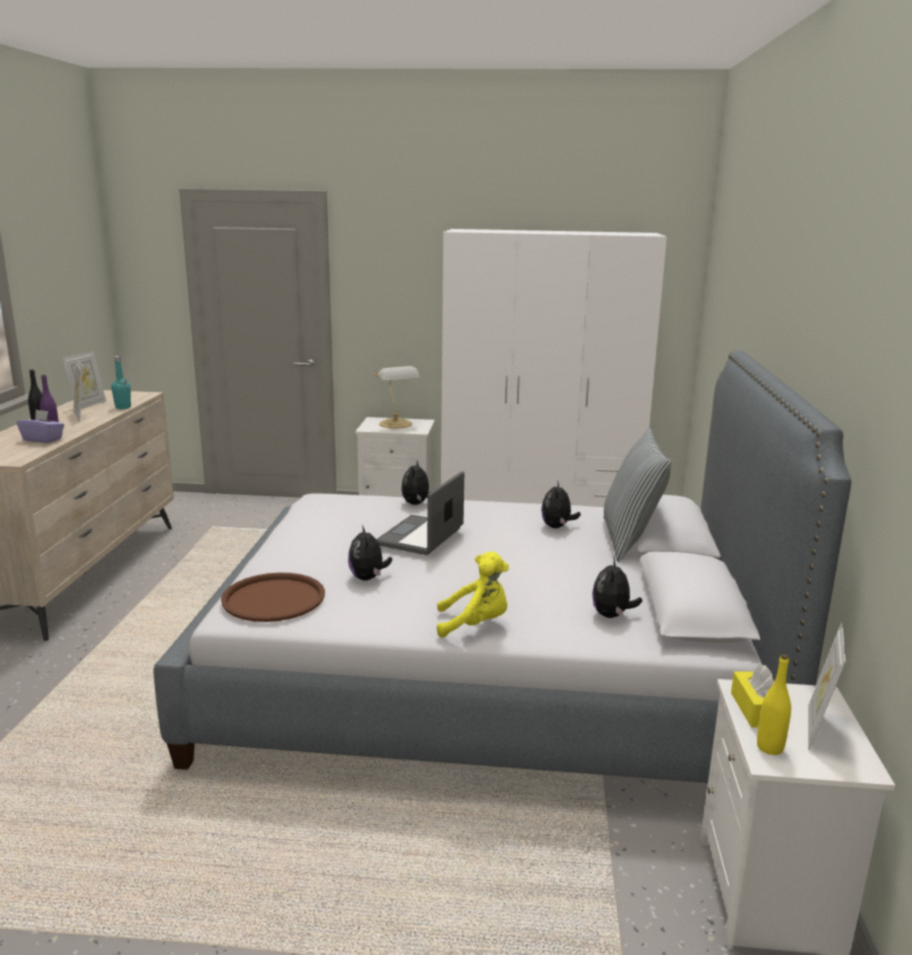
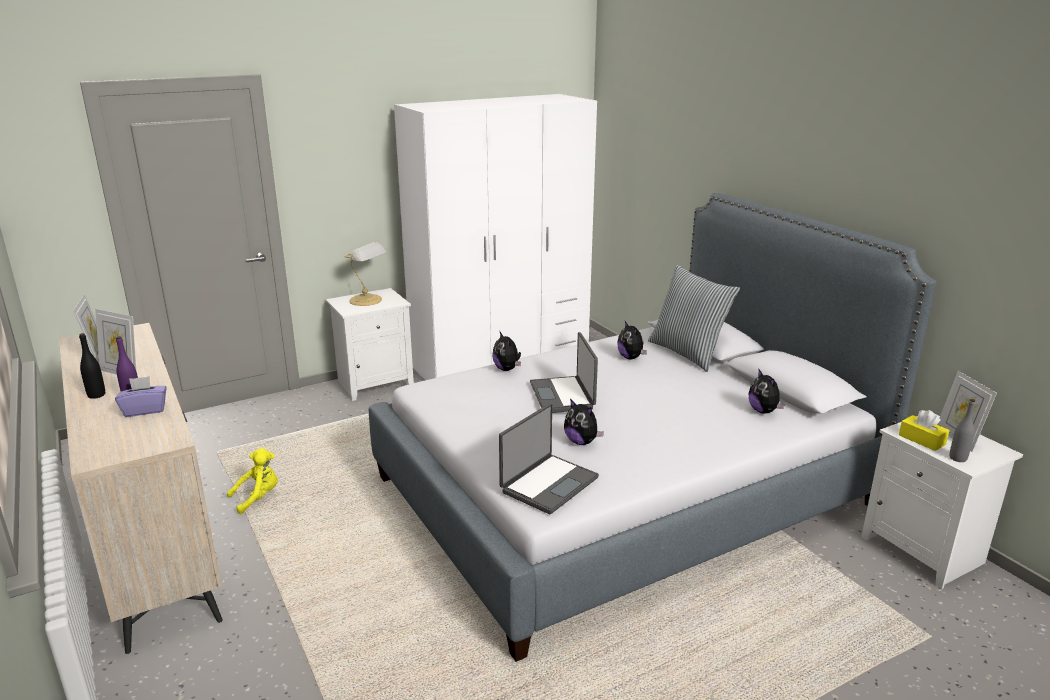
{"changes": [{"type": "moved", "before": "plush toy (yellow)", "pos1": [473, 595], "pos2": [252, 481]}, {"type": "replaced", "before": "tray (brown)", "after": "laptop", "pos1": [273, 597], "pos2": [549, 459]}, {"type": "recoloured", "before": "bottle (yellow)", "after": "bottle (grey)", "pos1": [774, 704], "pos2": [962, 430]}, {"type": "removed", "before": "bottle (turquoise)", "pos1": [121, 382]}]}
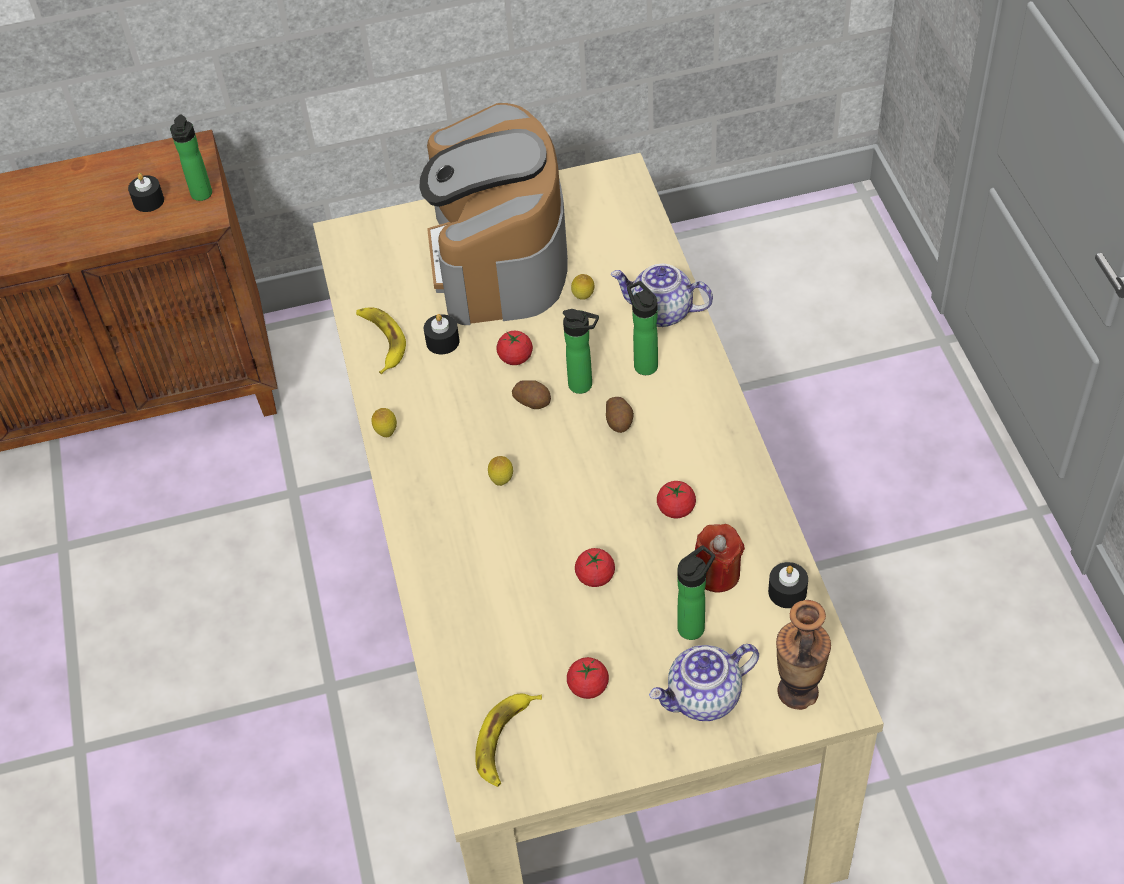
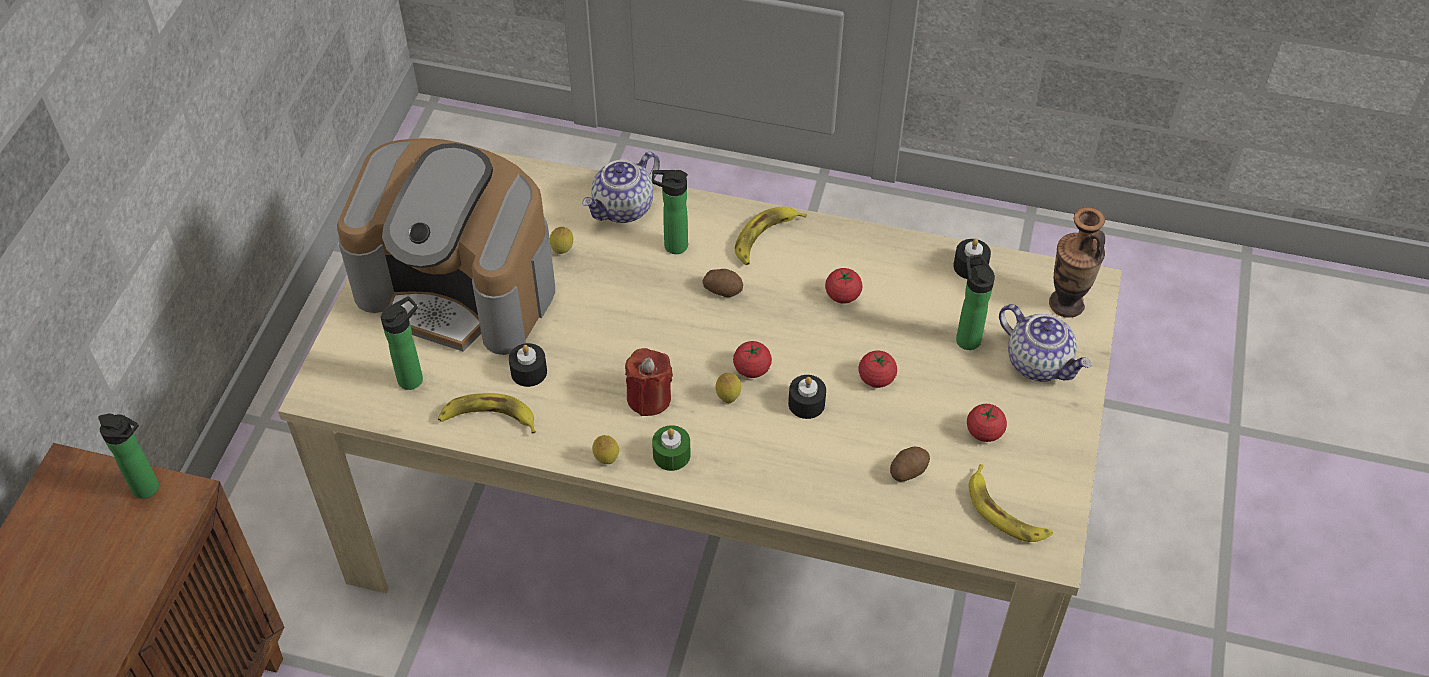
{"changes": [{"type": "moved", "before": "bottle", "pos1": [581, 351], "pos2": [401, 343]}, {"type": "moved", "before": "candle (red)", "pos1": [720, 558], "pos2": [649, 382]}, {"type": "added", "after": "candle (green)", "pos2": [671, 448]}, {"type": "moved", "before": "tomato", "pos1": [515, 348], "pos2": [752, 359]}, {"type": "added", "after": "banana", "pos2": [771, 236]}, {"type": "moved", "before": "candle (black)", "pos1": [146, 192], "pos2": [807, 397]}, {"type": "moved", "before": "potato", "pos1": [531, 394], "pos2": [910, 464]}, {"type": "turned", "before": "teapot", "pos1": [704, 682], "pos2": [1045, 342], "turn": -45}]}
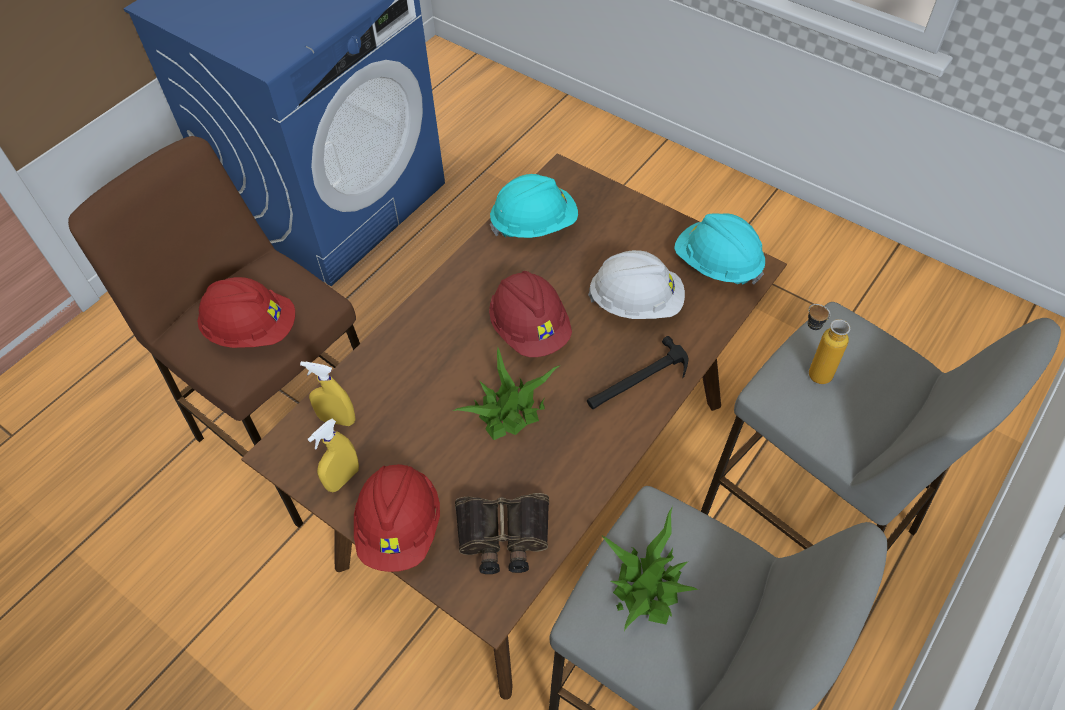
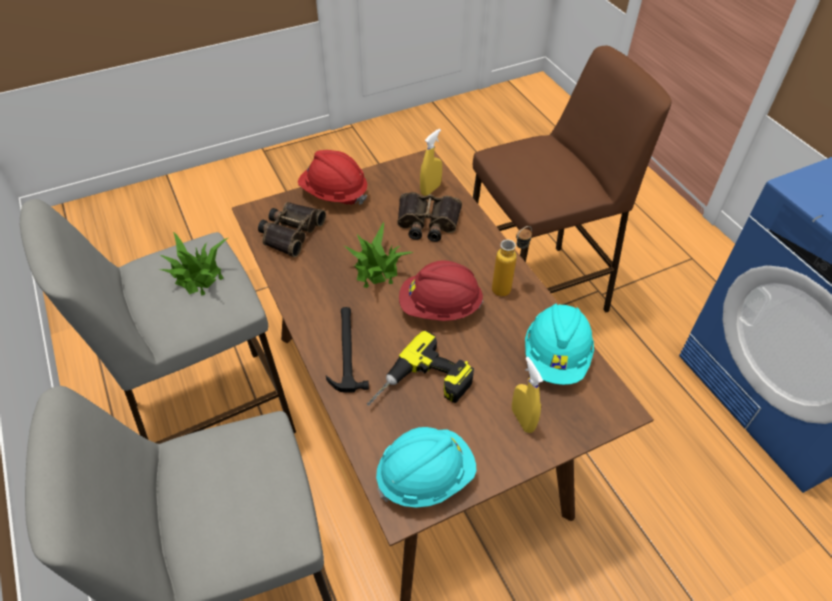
{"changes": [{"type": "replaced", "before": "hard hat (white)", "after": "power drill", "pos1": [636, 284], "pos2": [420, 368]}, {"type": "added", "after": "binoculars", "pos2": [429, 217]}, {"type": "moved", "before": "bottle", "pos1": [828, 344], "pos2": [512, 261]}, {"type": "moved", "before": "spray bottle (yellow)", "pos1": [333, 455], "pos2": [527, 395]}, {"type": "removed", "before": "hard hat (red)", "pos1": [246, 312]}]}
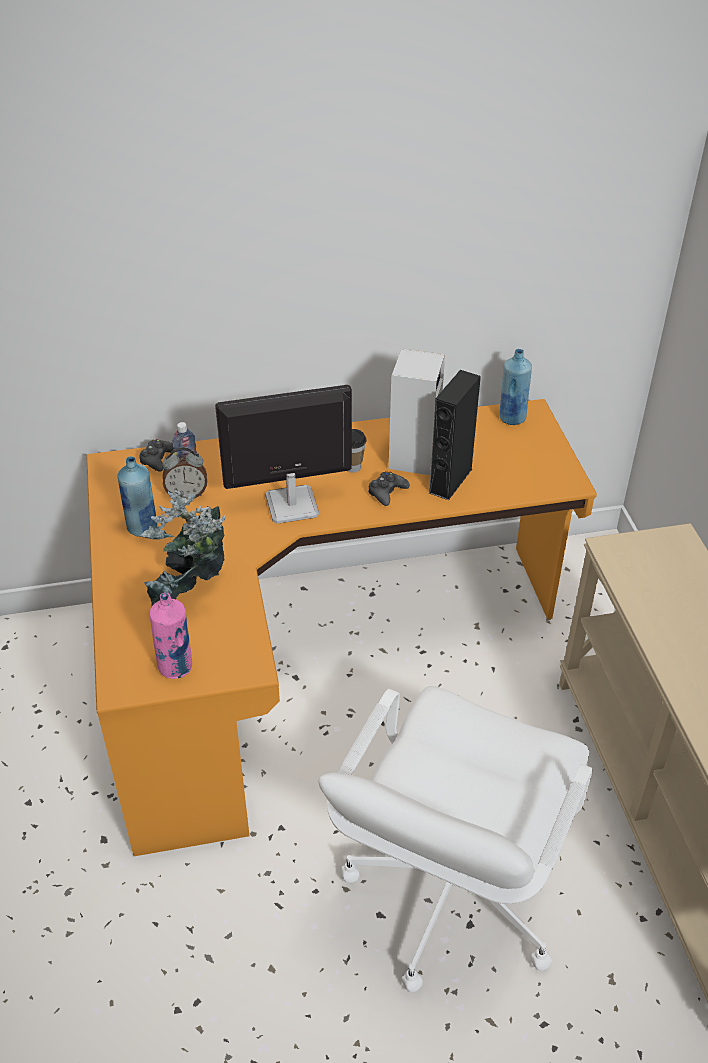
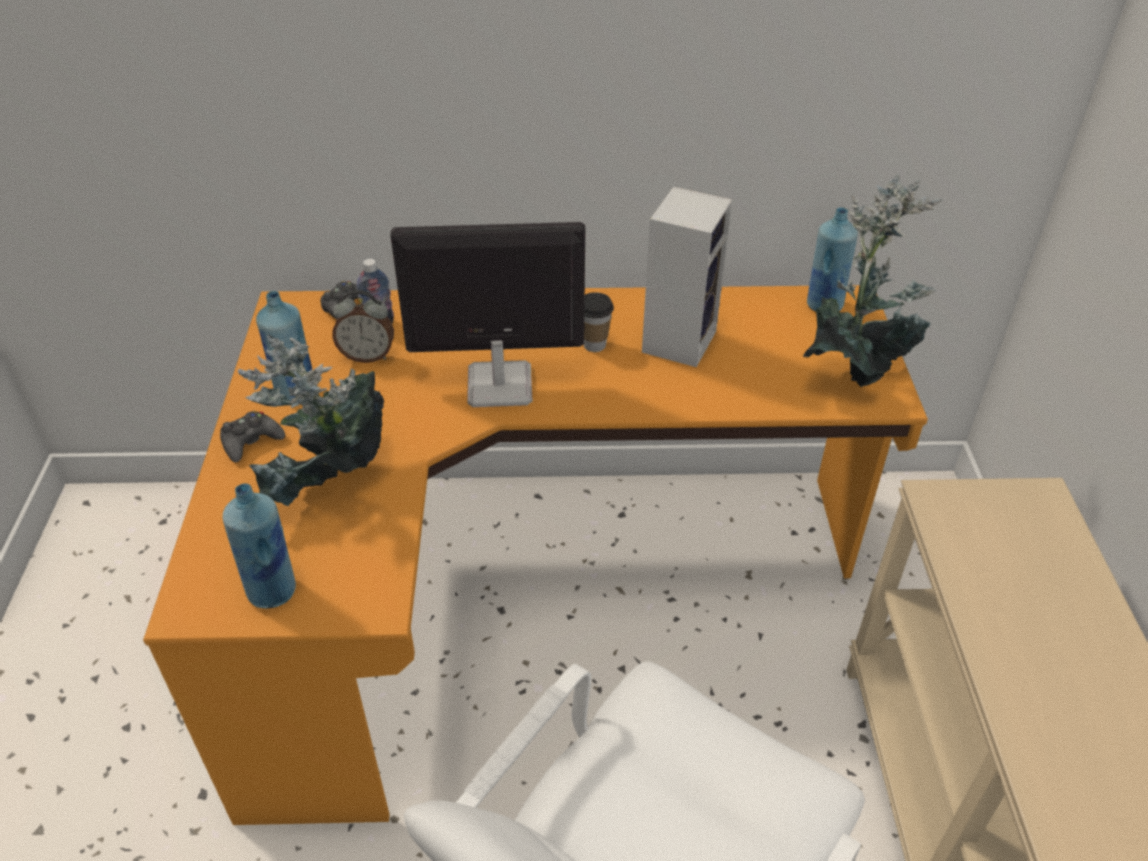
{"changes": [{"type": "moved", "before": "game controller (black)", "pos1": [389, 488], "pos2": [252, 437]}, {"type": "recoloured", "before": "bottle (pink)", "after": "bottle (blue)", "pos1": [170, 635], "pos2": [259, 546]}, {"type": "added", "after": "potted plant", "pos2": [873, 280]}, {"type": "removed", "before": "speaker (black)", "pos1": [455, 435]}]}
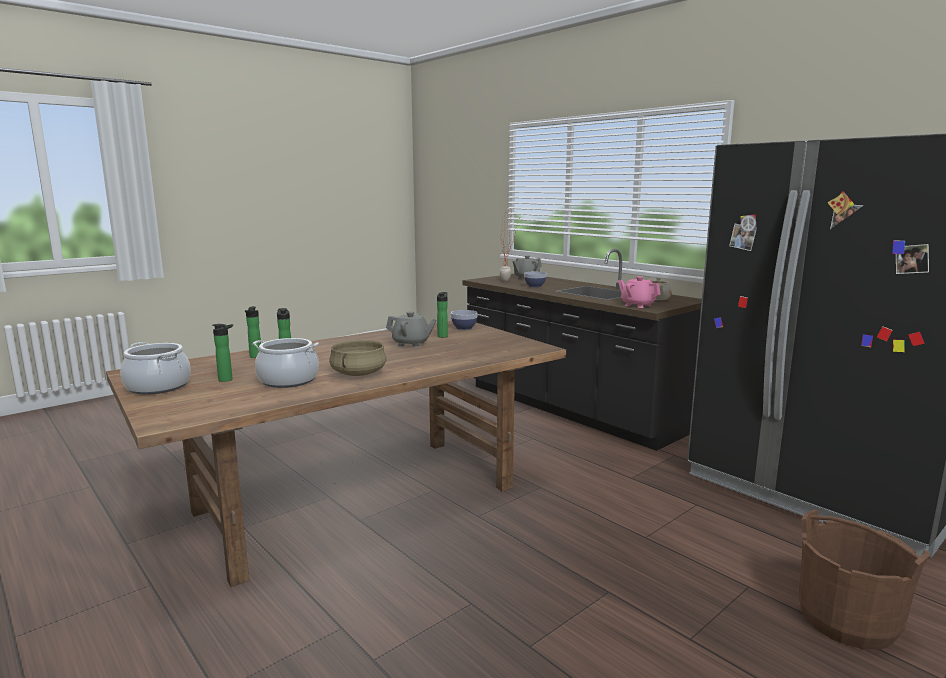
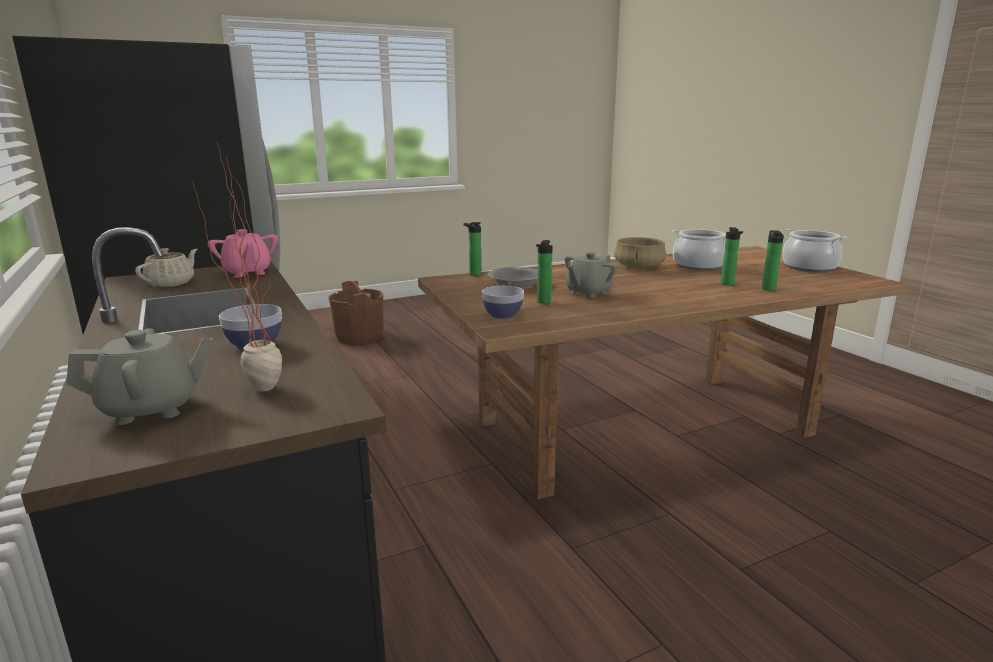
{"changes": [{"type": "moved", "before": "bottle", "pos1": [222, 353], "pos2": [473, 249]}, {"type": "added", "after": "bowl (grey)", "pos2": [513, 277]}, {"type": "turned", "before": "teapot (grey)", "pos1": [411, 330], "pos2": [591, 275], "turn": -75}]}
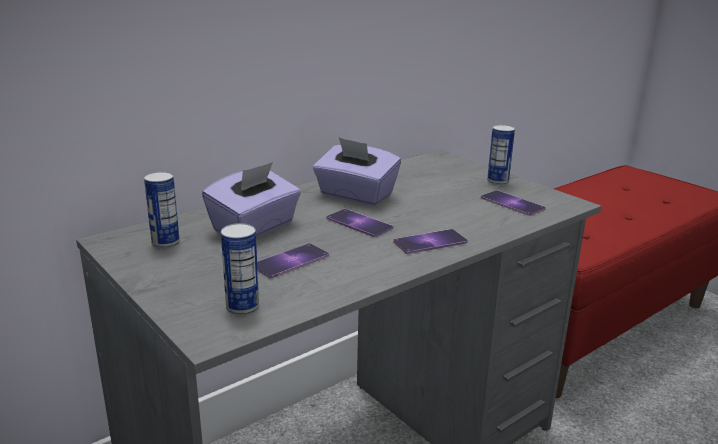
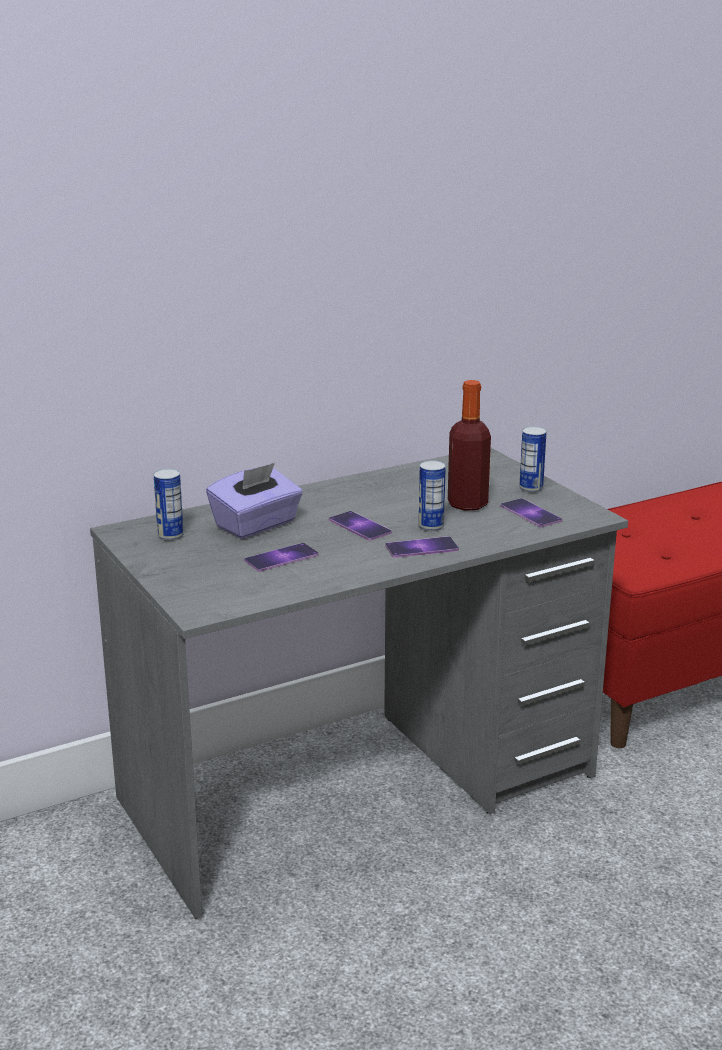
{"changes": [{"type": "moved", "before": "can", "pos1": [240, 269], "pos2": [432, 495]}, {"type": "added", "after": "bottle", "pos2": [469, 445]}, {"type": "removed", "before": "tissue box (purple)", "pos1": [357, 171]}]}
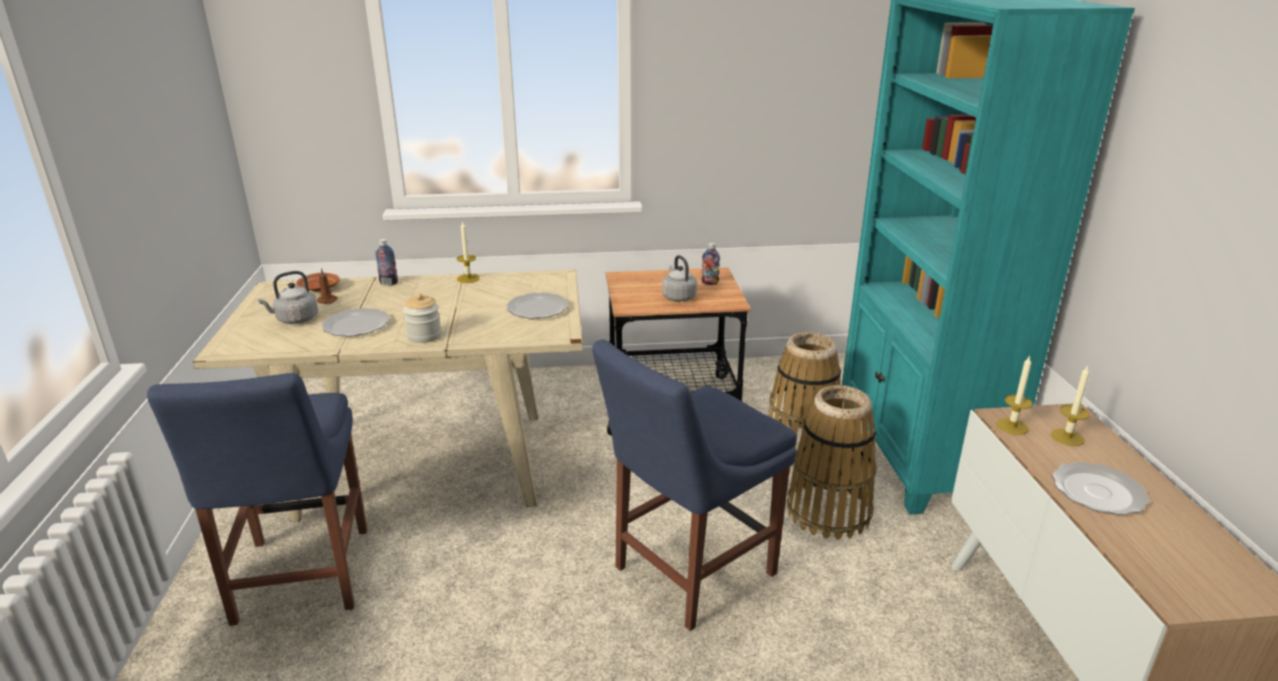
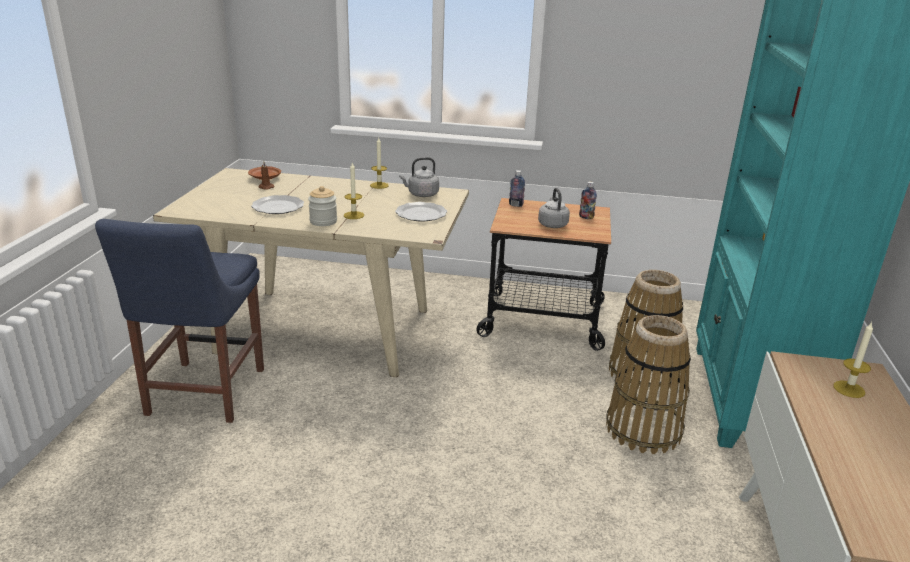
{"changes": [{"type": "moved", "before": "candle", "pos1": [1014, 395], "pos2": [354, 191]}, {"type": "moved", "before": "kettle (grey)", "pos1": [288, 297], "pos2": [419, 177]}, {"type": "moved", "before": "bottle", "pos1": [386, 262], "pos2": [517, 188]}, {"type": "removed", "before": "chair (blue)", "pos1": [694, 485]}, {"type": "removed", "before": "plate", "pos1": [1100, 488]}]}
